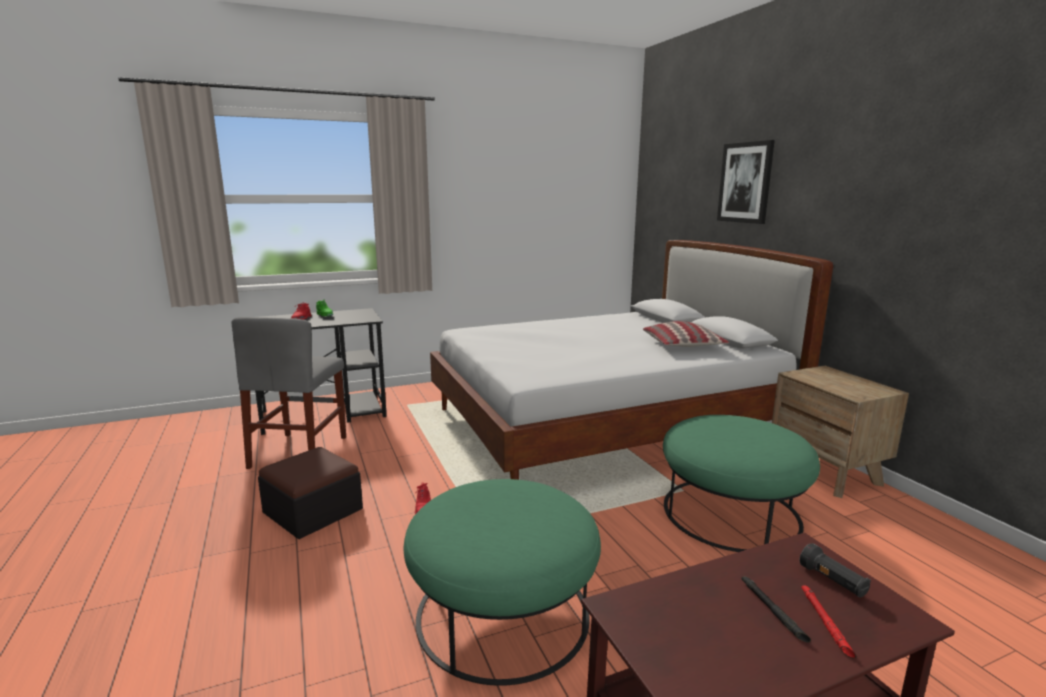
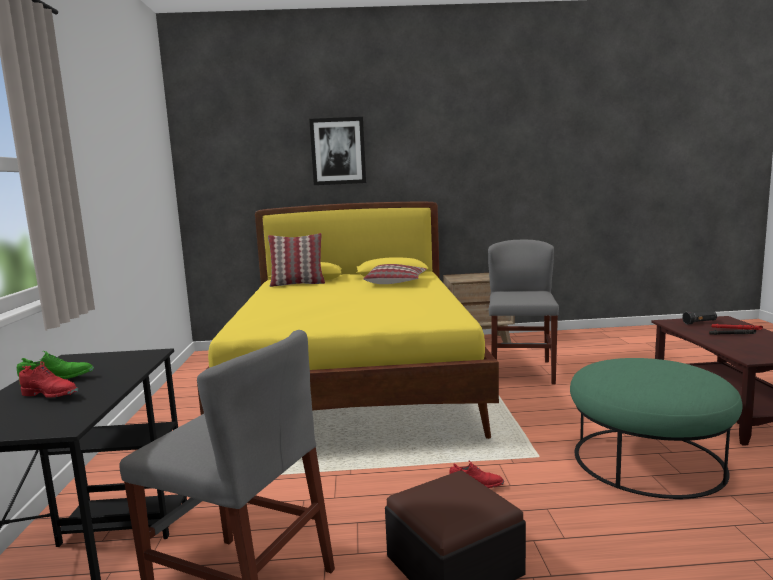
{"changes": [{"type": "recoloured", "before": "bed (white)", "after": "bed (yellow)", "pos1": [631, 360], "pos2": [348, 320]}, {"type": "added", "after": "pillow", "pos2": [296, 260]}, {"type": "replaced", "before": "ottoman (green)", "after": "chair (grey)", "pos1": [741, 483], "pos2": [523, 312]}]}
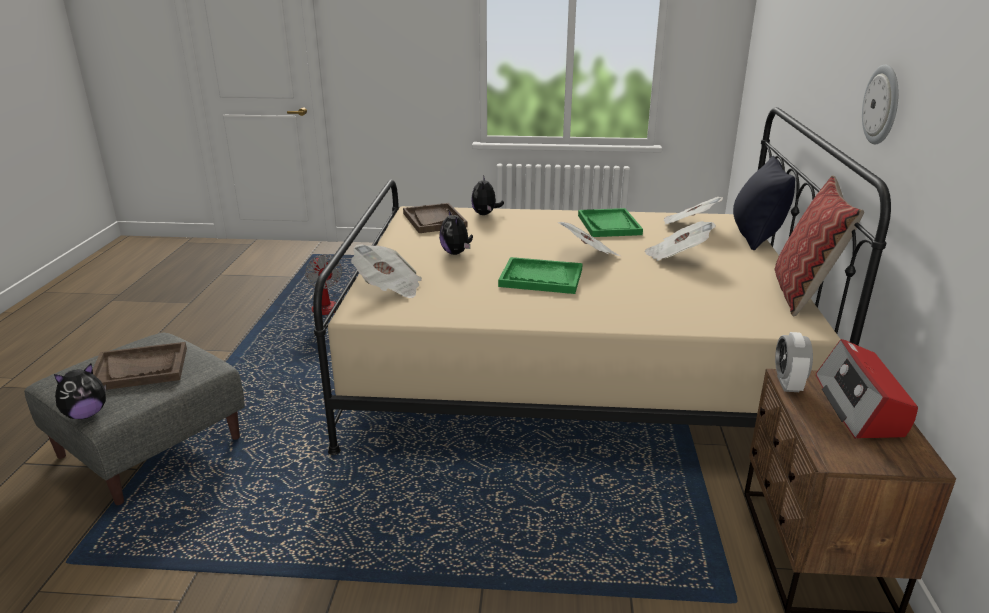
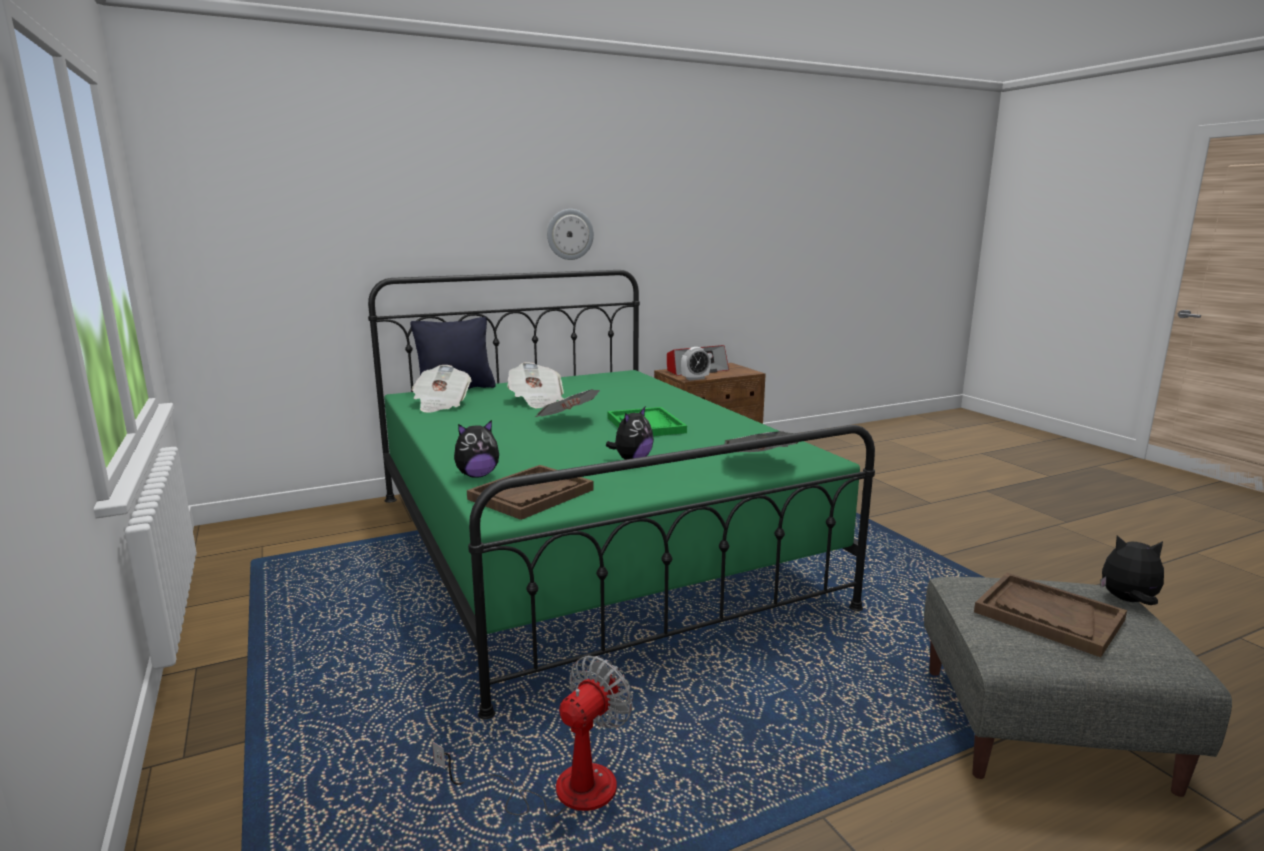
{"changes": [{"type": "recoloured", "before": "bed (beige)", "after": "bed (green)", "pos1": [602, 281], "pos2": [621, 495]}, {"type": "removed", "before": "tray (green)", "pos1": [610, 222]}, {"type": "removed", "before": "pillow", "pos1": [819, 246]}]}
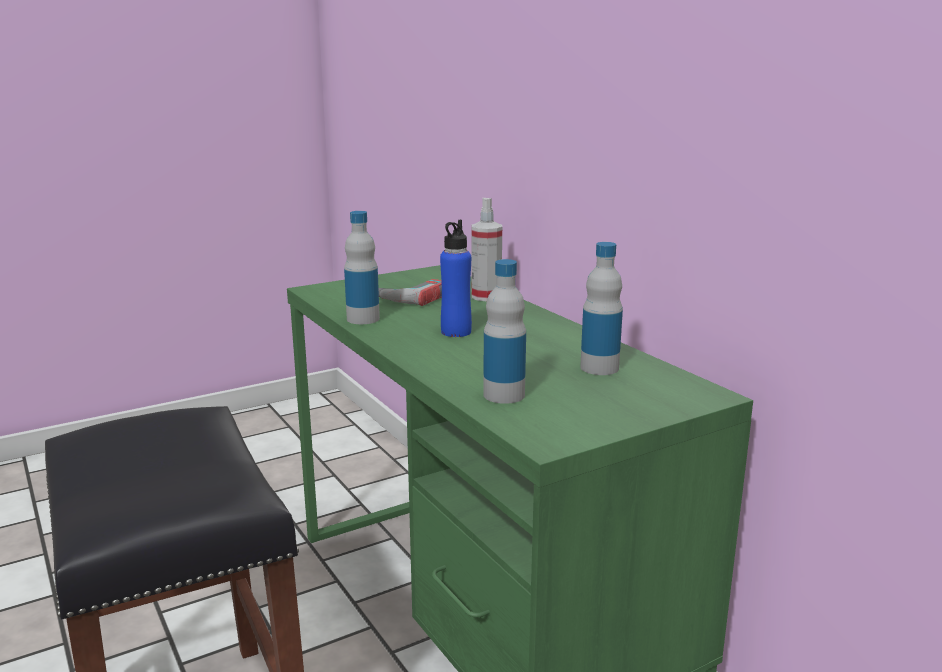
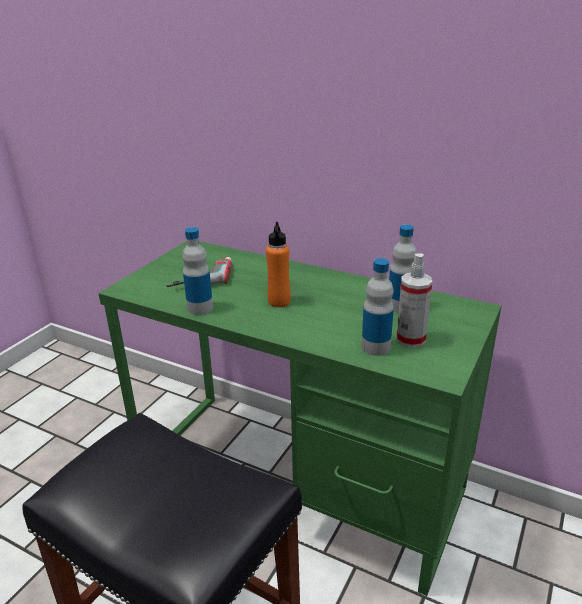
{"changes": [{"type": "recoloured", "before": "bottle (blue)", "after": "bottle (orange)", "pos1": [456, 278], "pos2": [278, 264]}, {"type": "moved", "before": "spray bottle", "pos1": [487, 249], "pos2": [414, 300]}]}
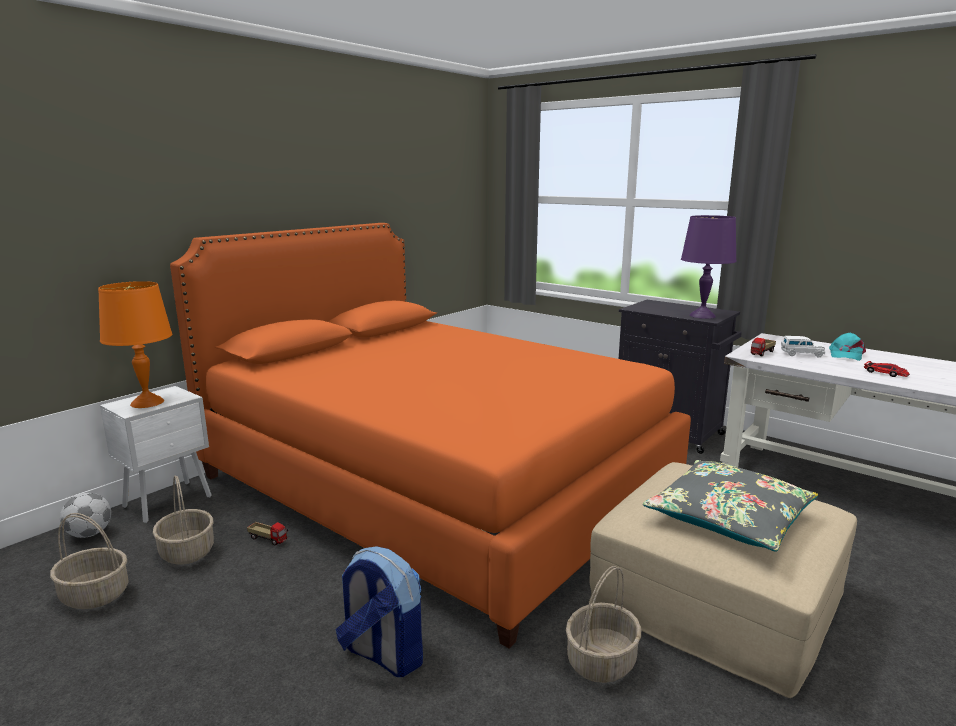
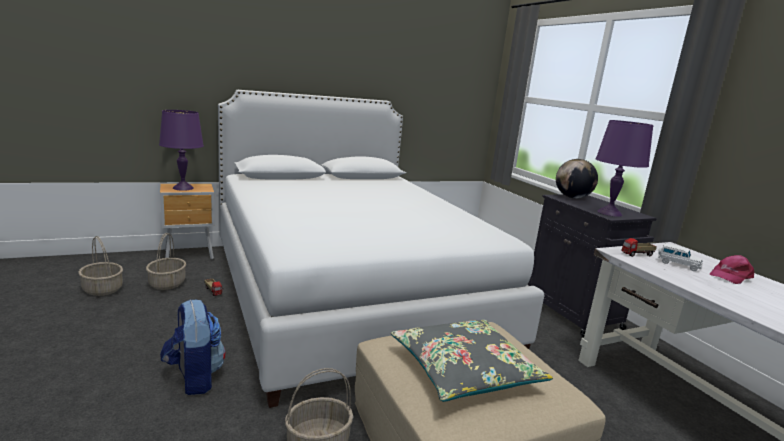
{"changes": [{"type": "recoloured", "before": "table lamp (orange)", "after": "table lamp (purple)", "pos1": [135, 344], "pos2": [181, 150]}, {"type": "recoloured", "before": "nightstand (white)", "after": "nightstand (brown)", "pos1": [156, 454], "pos2": [187, 221]}, {"type": "recoloured", "before": "bed (orange)", "after": "bed (white)", "pos1": [430, 435], "pos2": [381, 249]}, {"type": "added", "after": "globe", "pos2": [577, 178]}, {"type": "recoloured", "before": "cap (turquoise)", "after": "cap (pink)", "pos1": [847, 347], "pos2": [731, 269]}, {"type": "removed", "before": "football", "pos1": [85, 515]}, {"type": "removed", "before": "toy car", "pos1": [887, 369]}]}
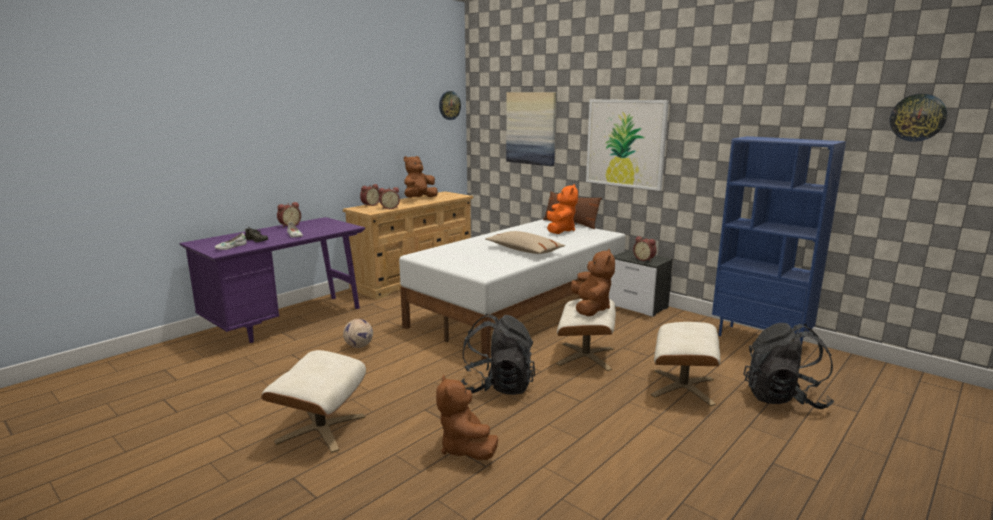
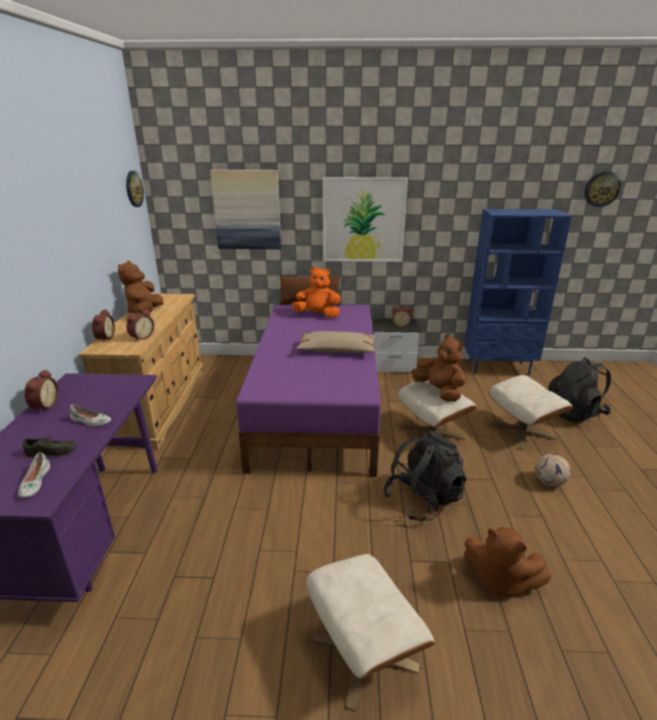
{"changes": [{"type": "recoloured", "before": "bed (white)", "after": "bed (purple)", "pos1": [512, 289], "pos2": [308, 390]}, {"type": "turned", "before": "plush toy (orange)", "pos1": [562, 209], "pos2": [316, 292], "turn": -45}, {"type": "moved", "before": "football", "pos1": [358, 333], "pos2": [553, 470]}]}
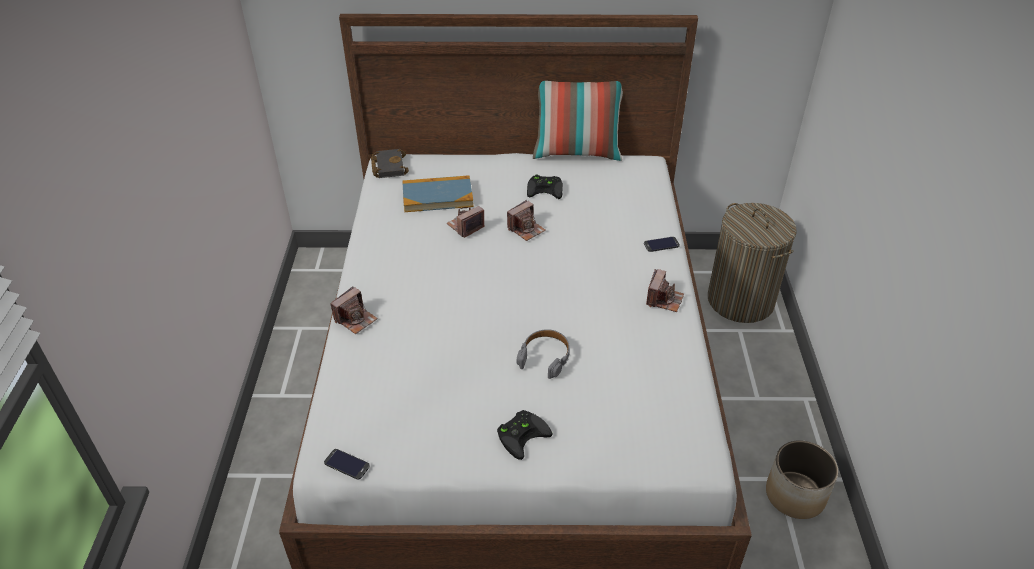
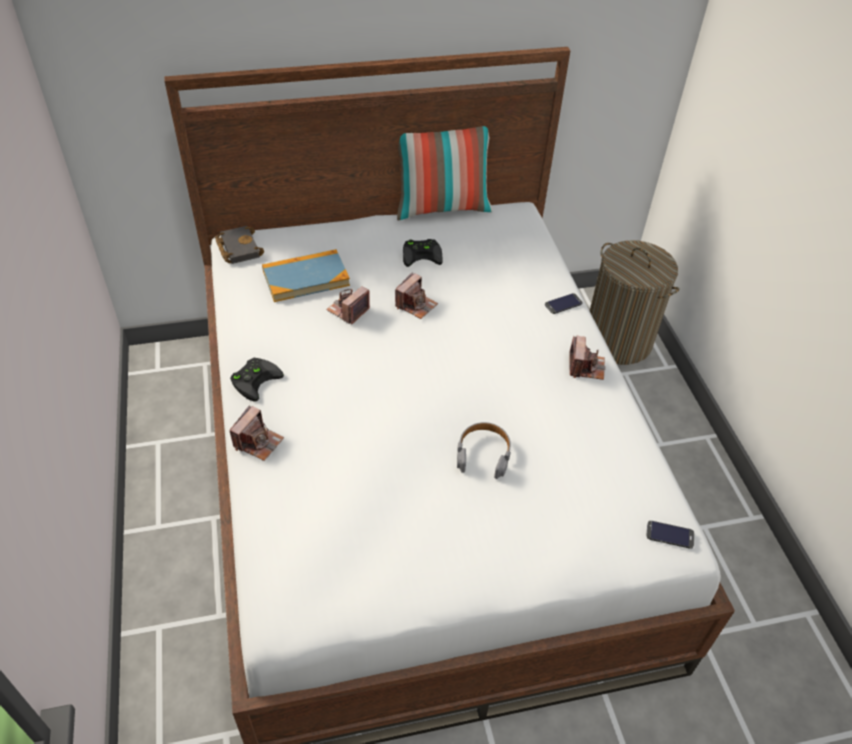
{"changes": [{"type": "moved", "before": "game controller (black)", "pos1": [524, 435], "pos2": [257, 379]}, {"type": "moved", "before": "phone", "pos1": [347, 464], "pos2": [670, 535]}, {"type": "removed", "before": "planter", "pos1": [802, 479]}]}
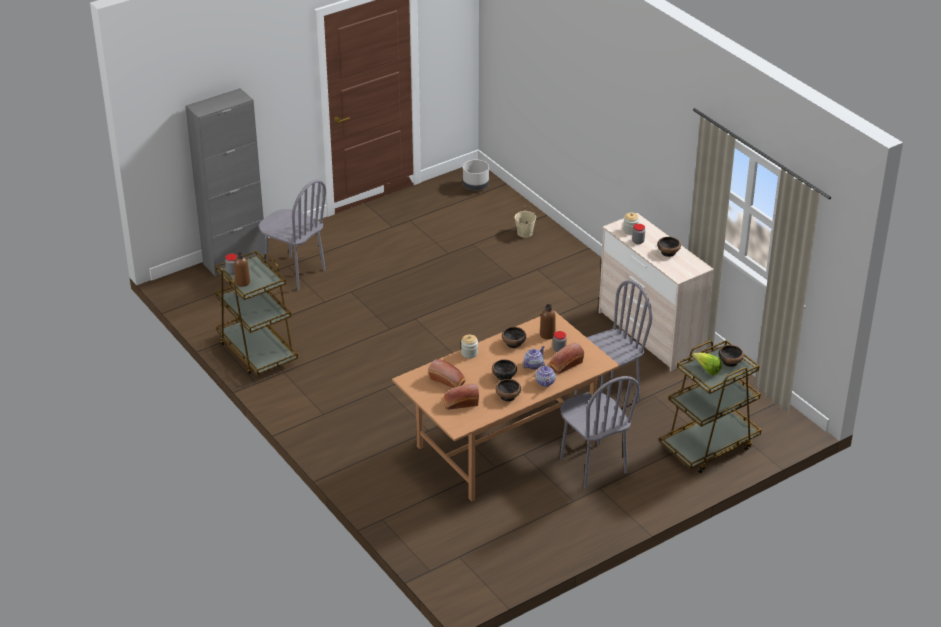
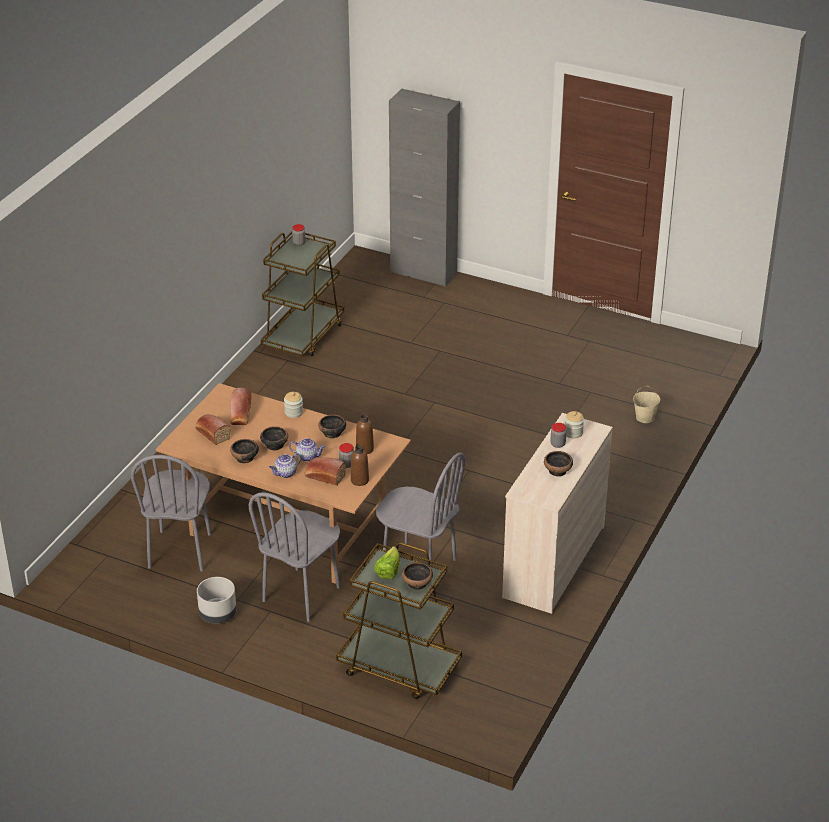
{"changes": [{"type": "moved", "before": "chair (grey)", "pos1": [292, 235], "pos2": [171, 513]}, {"type": "moved", "before": "planter (grey)", "pos1": [476, 175], "pos2": [216, 600]}, {"type": "moved", "before": "bottle (brown)", "pos1": [242, 269], "pos2": [360, 465]}]}
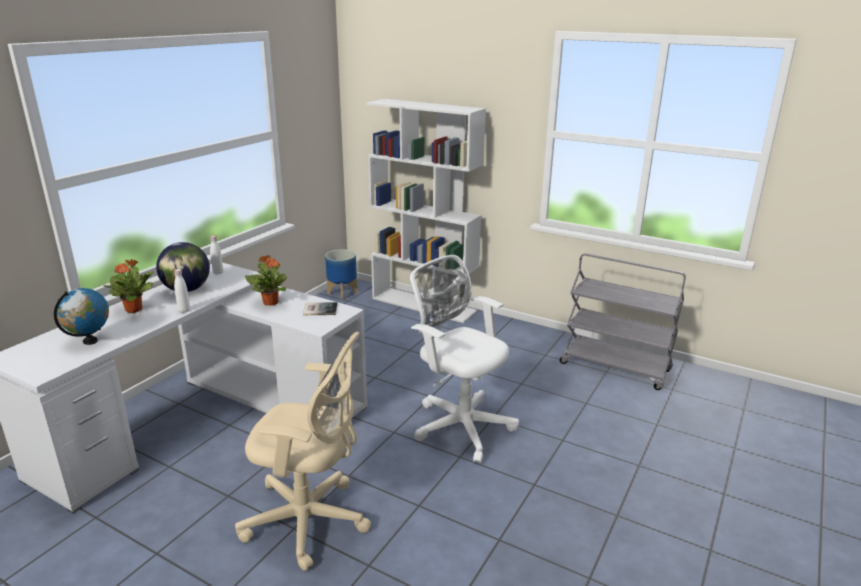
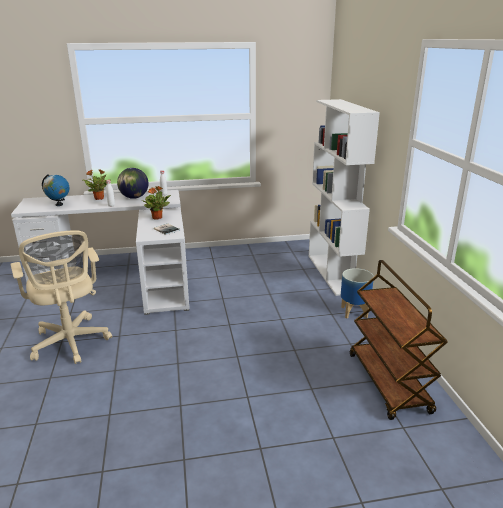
{"changes": [{"type": "moved", "before": "planter", "pos1": [341, 275], "pos2": [357, 293]}, {"type": "recoloured", "before": "cart (grey)", "after": "cart (brown)", "pos1": [623, 321], "pos2": [399, 340]}, {"type": "removed", "before": "office chair (white)", "pos1": [464, 359]}]}
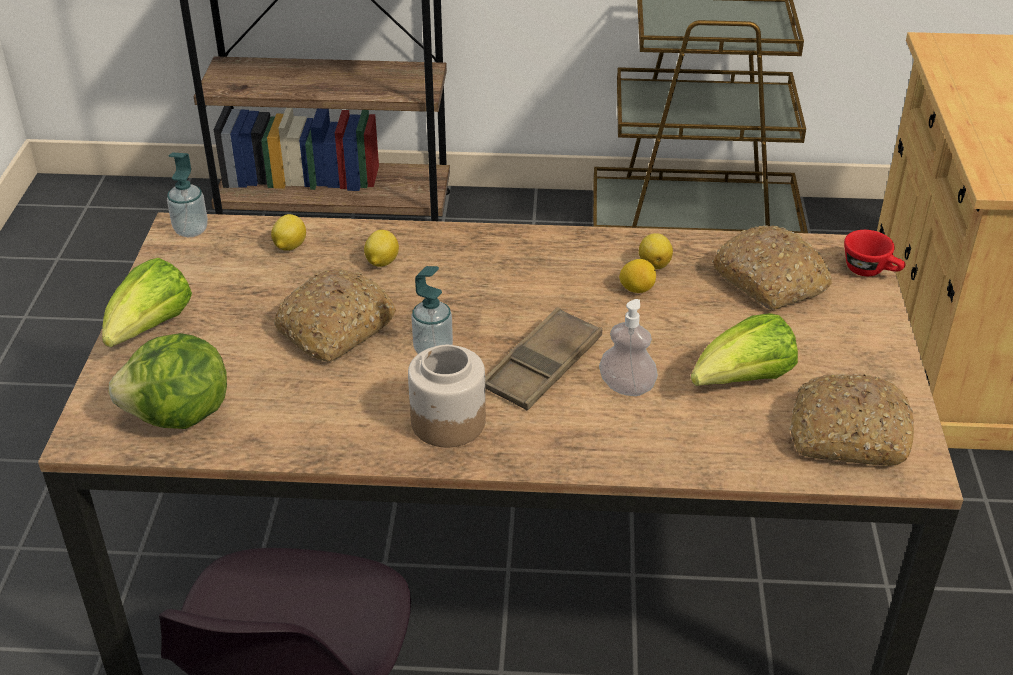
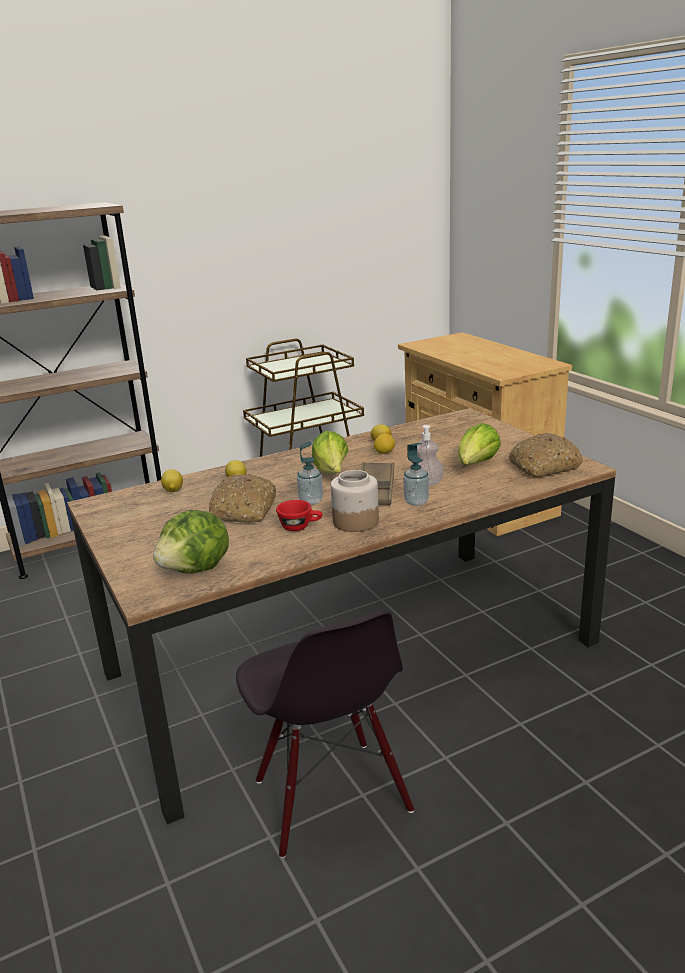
{"changes": [{"type": "moved", "before": "cup (red)", "pos1": [875, 253], "pos2": [299, 515]}, {"type": "moved", "before": "lettuce", "pos1": [147, 302], "pos2": [330, 452]}, {"type": "moved", "before": "soap dispenser", "pos1": [187, 194], "pos2": [416, 474]}, {"type": "removed", "before": "bread", "pos1": [772, 267]}]}
